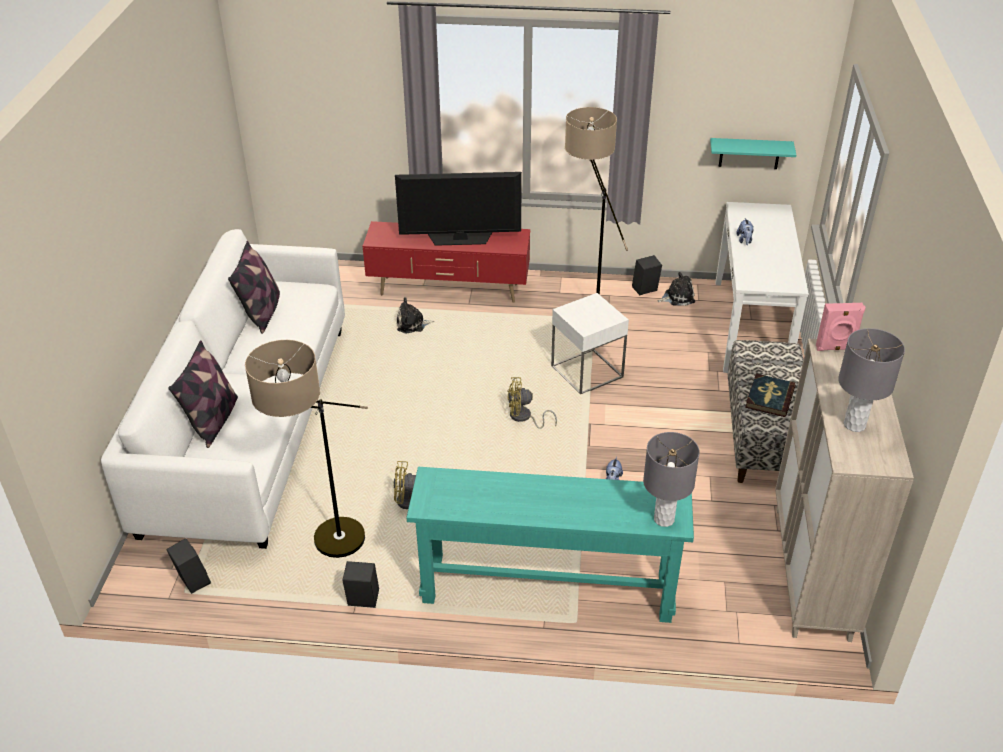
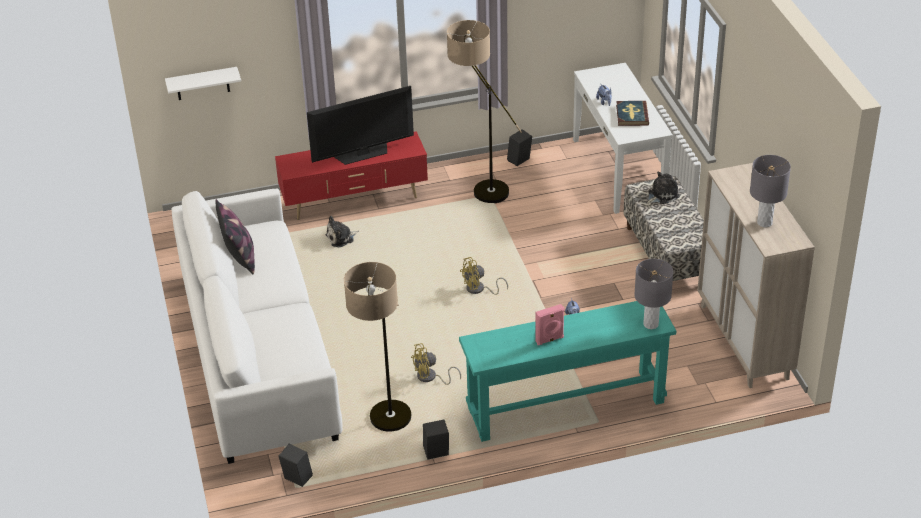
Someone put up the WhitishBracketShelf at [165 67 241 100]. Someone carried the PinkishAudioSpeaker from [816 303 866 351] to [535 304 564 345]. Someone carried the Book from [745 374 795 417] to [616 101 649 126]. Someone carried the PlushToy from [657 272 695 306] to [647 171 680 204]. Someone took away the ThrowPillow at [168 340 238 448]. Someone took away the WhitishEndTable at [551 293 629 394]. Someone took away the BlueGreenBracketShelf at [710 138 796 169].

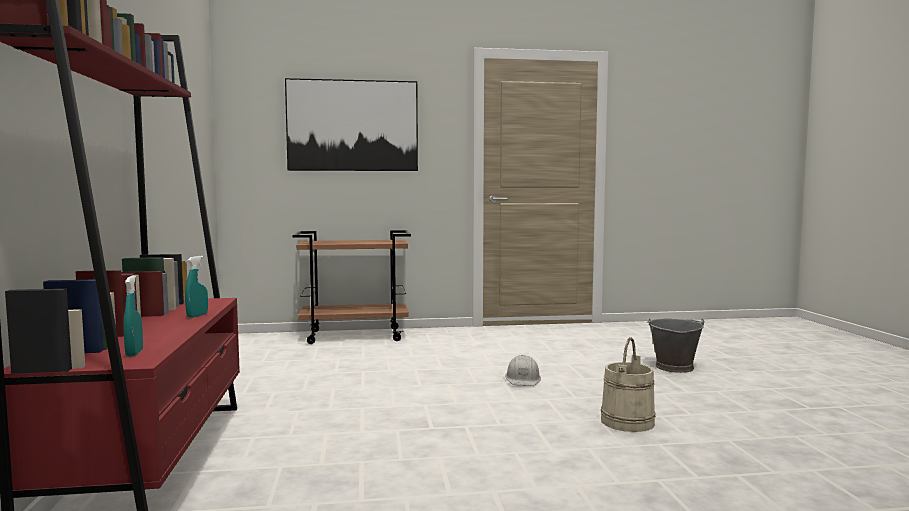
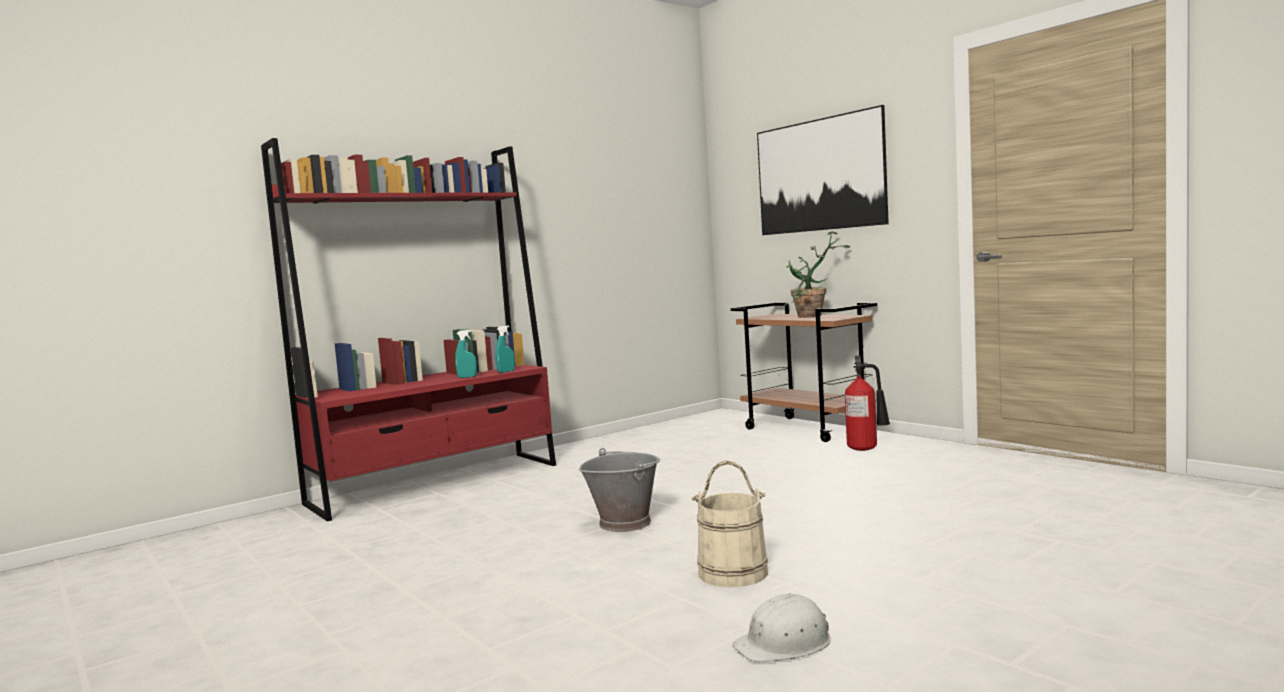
Someone carried the BlueGreenHandSprayer from [124 275 143 357] to [496 325 514 373]. Someone carried the GreyishPail from [647 319 705 373] to [579 448 660 532]. Someone carried the WhitishWorkHelmet from [505 355 541 386] to [733 593 831 662]. Someone put down the PottedPlant at [785 231 850 318]. Someone put down the FireFightingCylinder at [845 355 890 451].

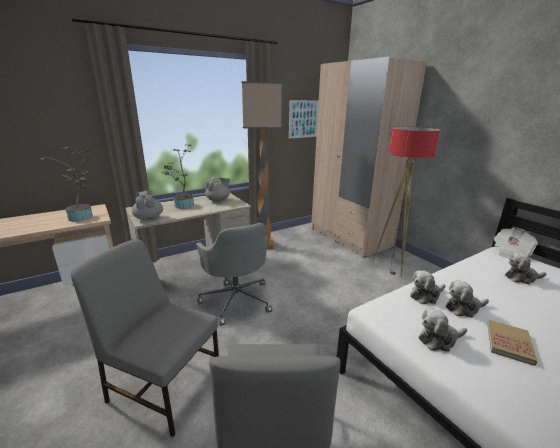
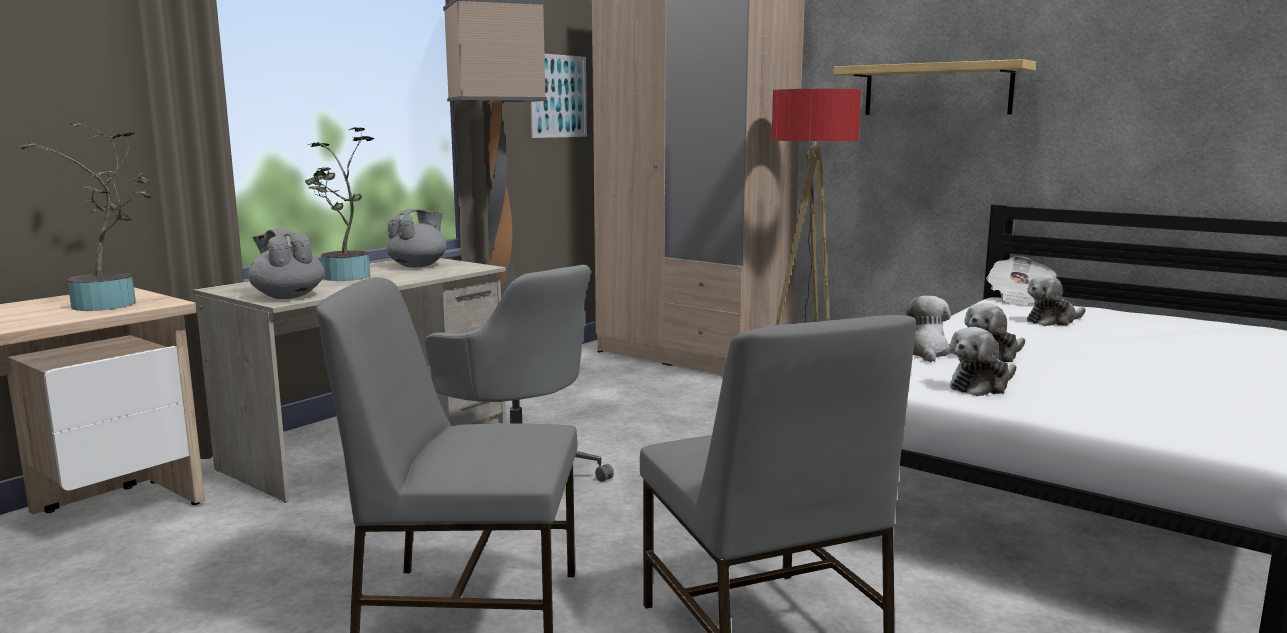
Someone put up the BracketShelf at [834 59 1036 115]. Someone rotated the PlushToy at [410 270 446 304] by 150 degrees clockwise. Someone took away the Book at [487 320 537 366].

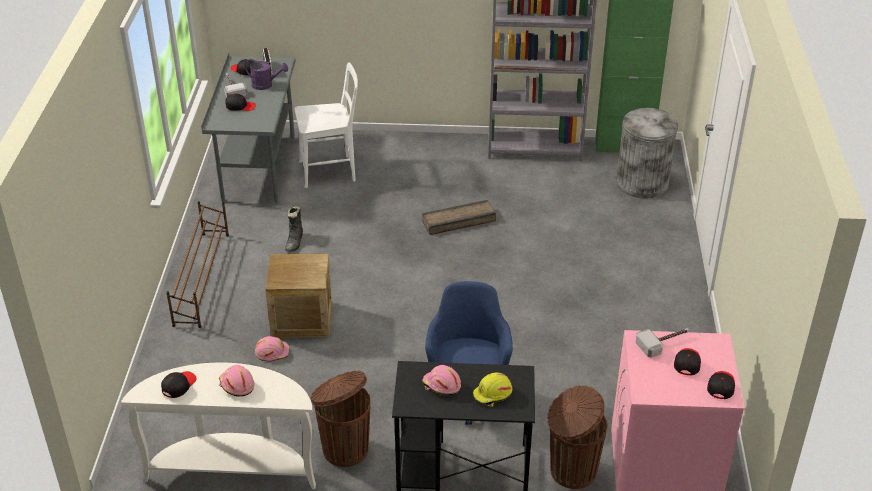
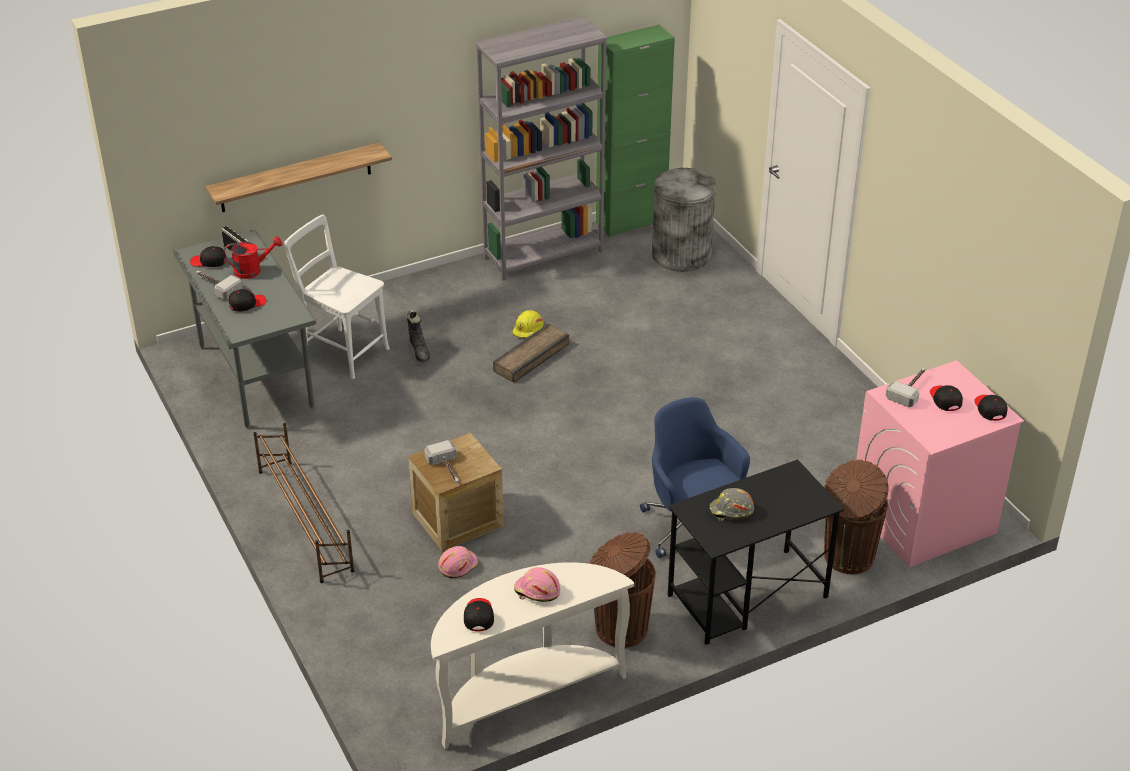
Someone put up the BracketShelf at [206 142 392 212]. Someone repainted the PurpleColouredSprinklingCan at [244 59 288 90], which became the ReddishSprinklingCan at [224 236 282 279]. Someone rotated the WhitishPlainChair at [294 62 358 188] by 105 degrees counterclockwise. Someone carried the BlackishBoot from [285 206 303 252] to [407 310 430 362]. Someone put down the ToolHammer at [424 440 459 483]. Someone carried the YellowishWorkHelmet from [473 373 513 407] to [512 310 544 338]. Someone repainted the PinkishWorkHelmet at [422 365 461 395], which became the GreyishWorkHelmet at [709 488 754 521].

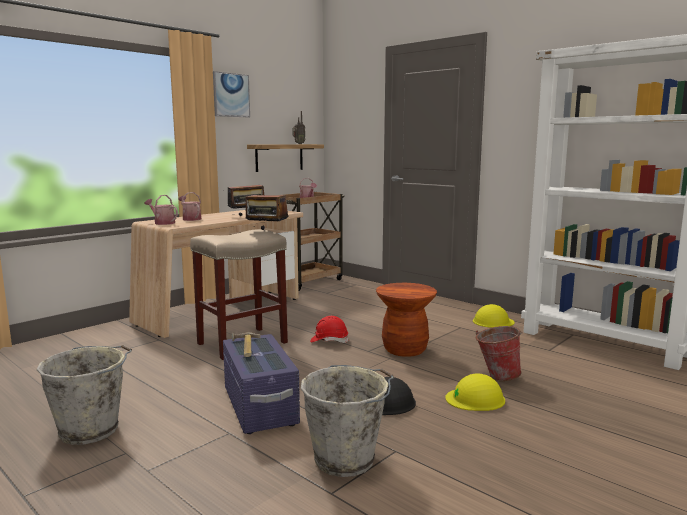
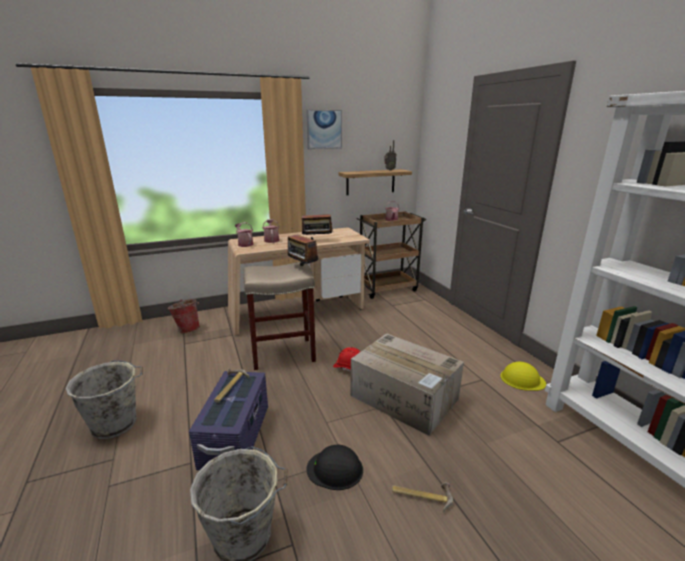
Someone carried the Pail from [476 326 523 381] to [167 299 200 333]. Someone swapped the BrownStoolSeat at [376 283 437 357] for the PackingBox at [350 333 464 436]. Someone swapped the YellowishWorkHelmet at [445 373 505 411] for the ToolHammer at [392 483 453 512].

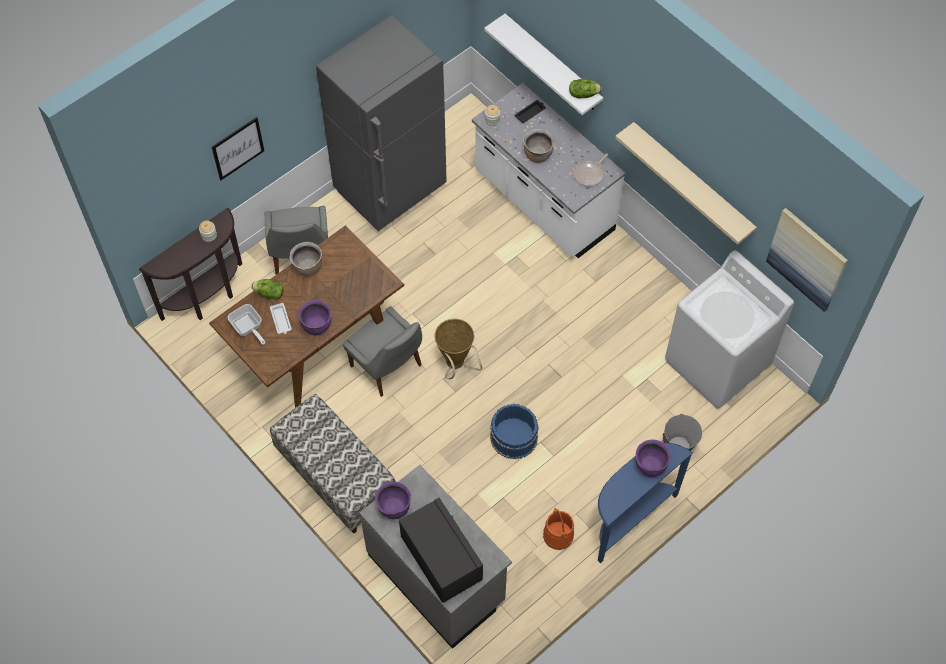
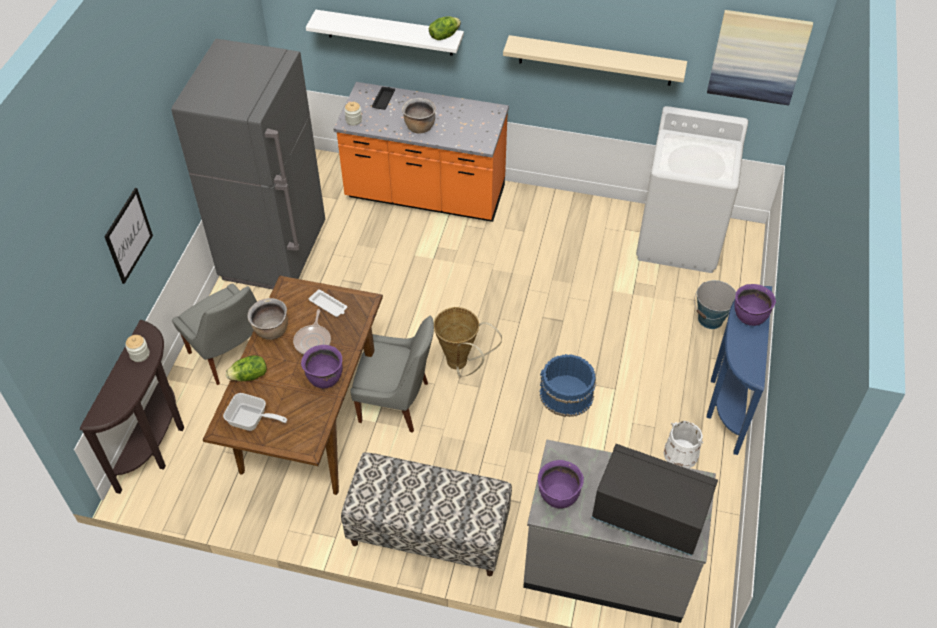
Someone carried the Pan from [574 153 608 186] to [293 309 331 354]. Someone carried the WhitishTray from [270 303 292 334] to [308 289 347 317]. Someone repainted the WhitishKitchenCounter at [472 83 626 258], which became the OrangeyKitchenCounter at [334 82 509 222]. Someone repainted the OrangeyPail at [543 508 574 550], which became the WhitishPail at [664 421 704 468].

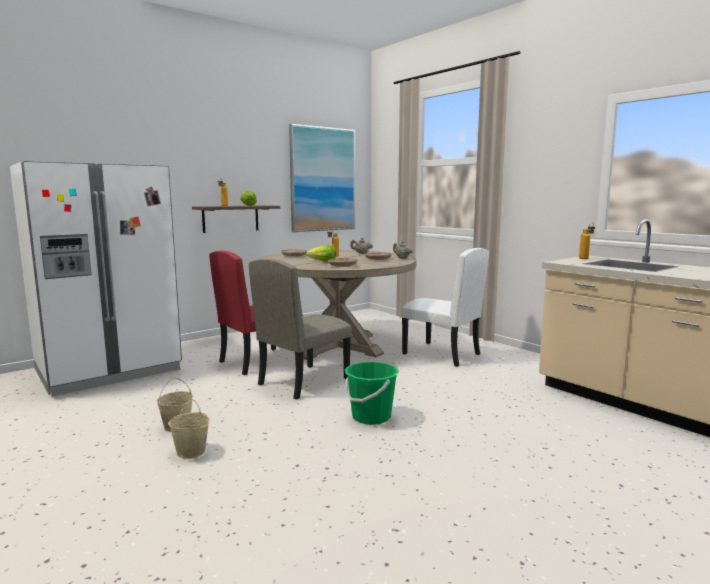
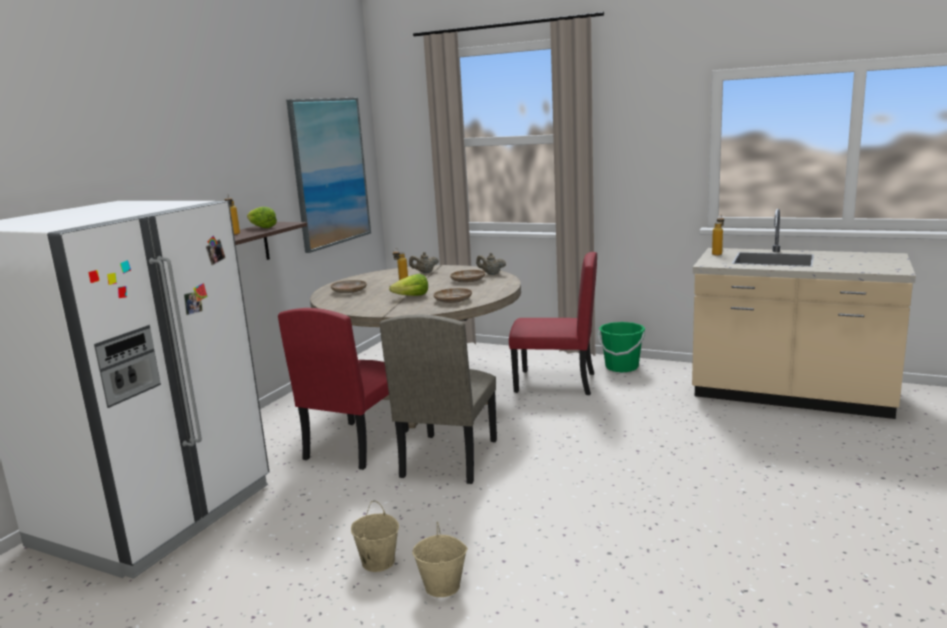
Someone repainted the WhitishPlainChair at [401 248 489 367], which became the ReddishPlainChair at [509 252 597 395]. Someone carried the GreenishPail from [345 362 399 425] to [598 322 645 372].

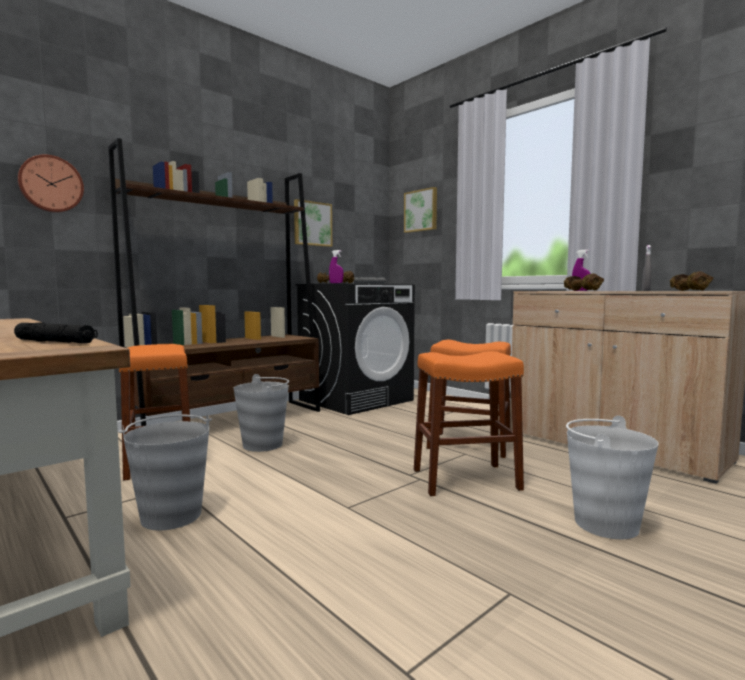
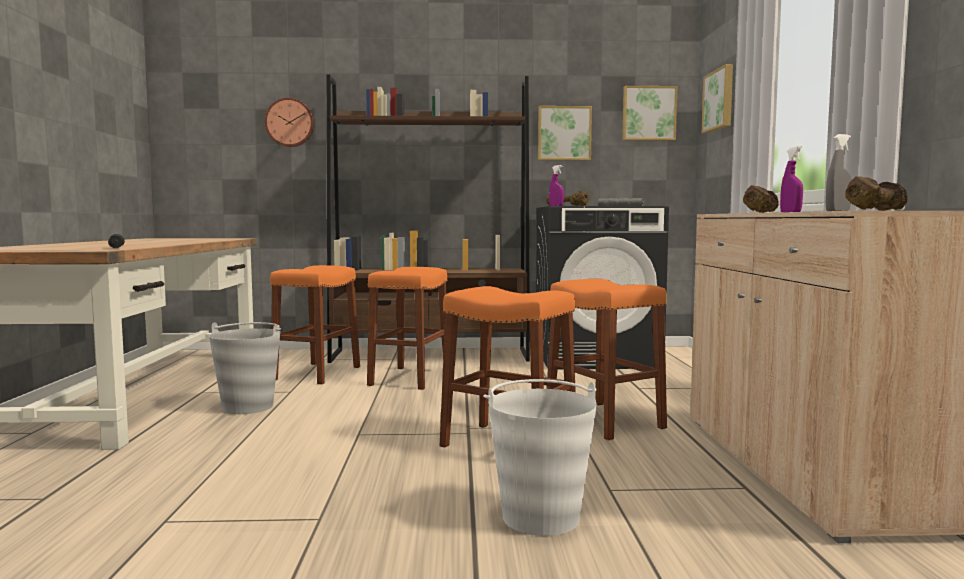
Someone swapped the GreyishPail at [233 374 289 452] for the OrangeyStoolSeat at [367 267 448 390]. Someone put up the WallPicture at [622 86 678 141].

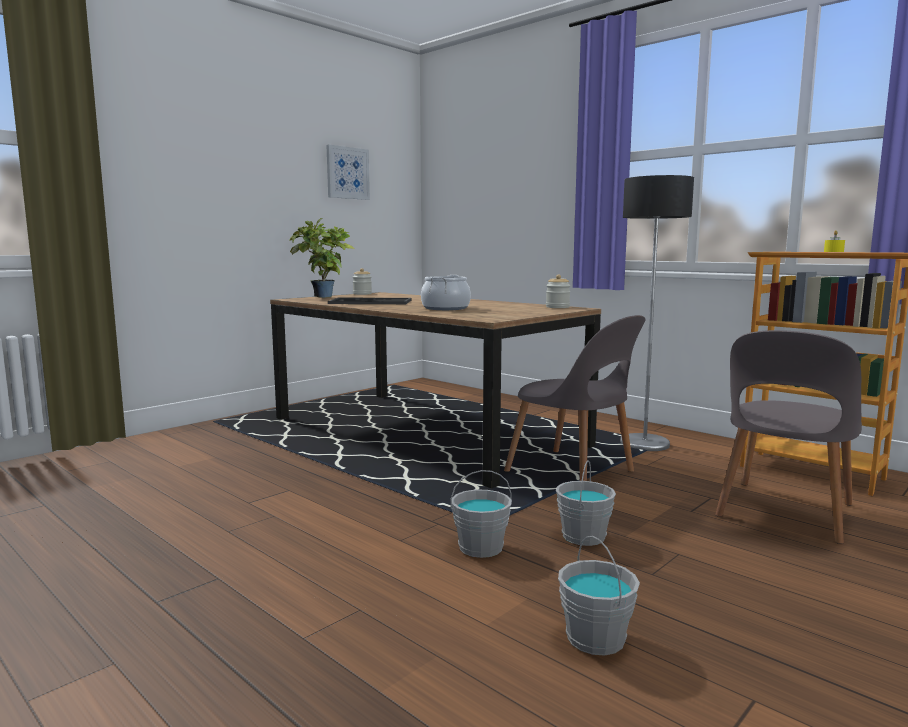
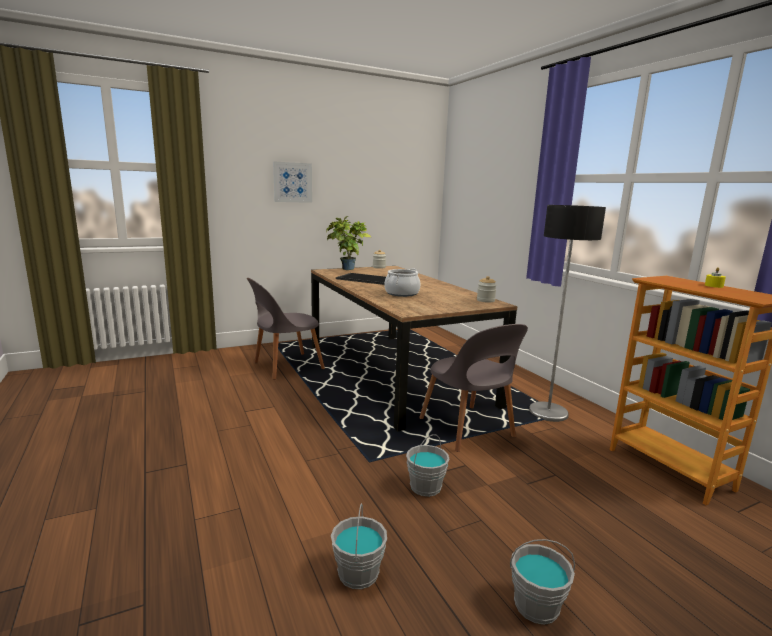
Someone carried the GreyishPlainChair from [715 330 862 544] to [247 278 325 380]. Someone carried the WallPicture from [326 145 370 200] to [273 162 312 203]. Someone carried the GreyishPail from [450 470 512 558] to [510 539 575 625].

